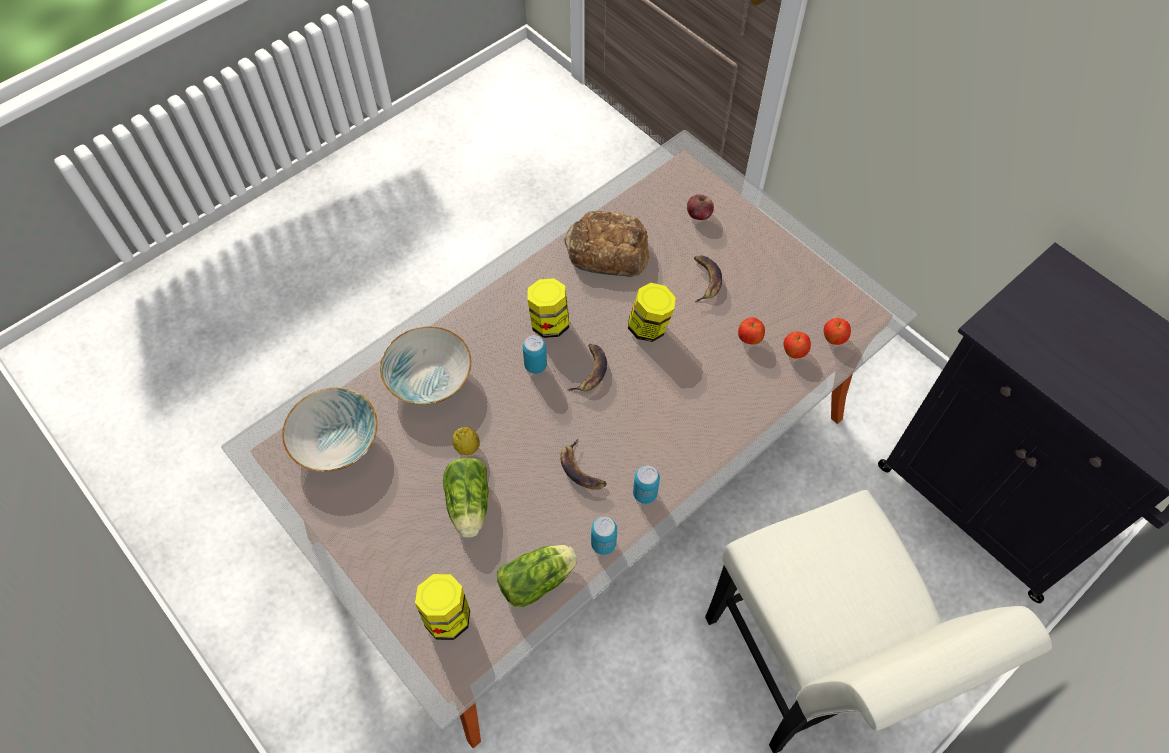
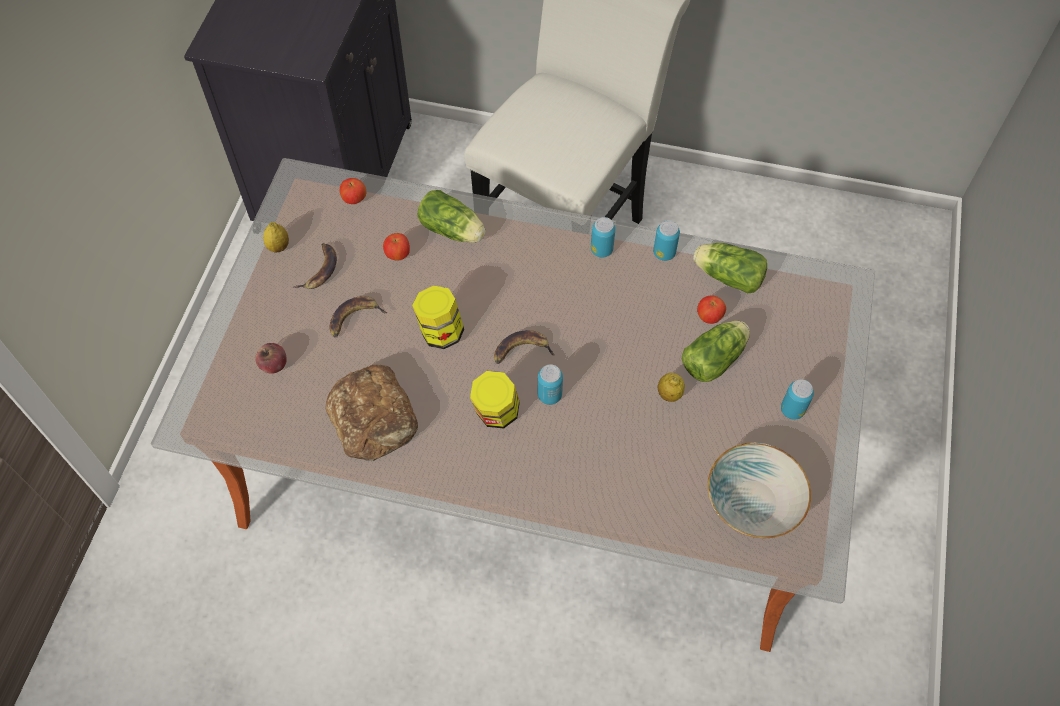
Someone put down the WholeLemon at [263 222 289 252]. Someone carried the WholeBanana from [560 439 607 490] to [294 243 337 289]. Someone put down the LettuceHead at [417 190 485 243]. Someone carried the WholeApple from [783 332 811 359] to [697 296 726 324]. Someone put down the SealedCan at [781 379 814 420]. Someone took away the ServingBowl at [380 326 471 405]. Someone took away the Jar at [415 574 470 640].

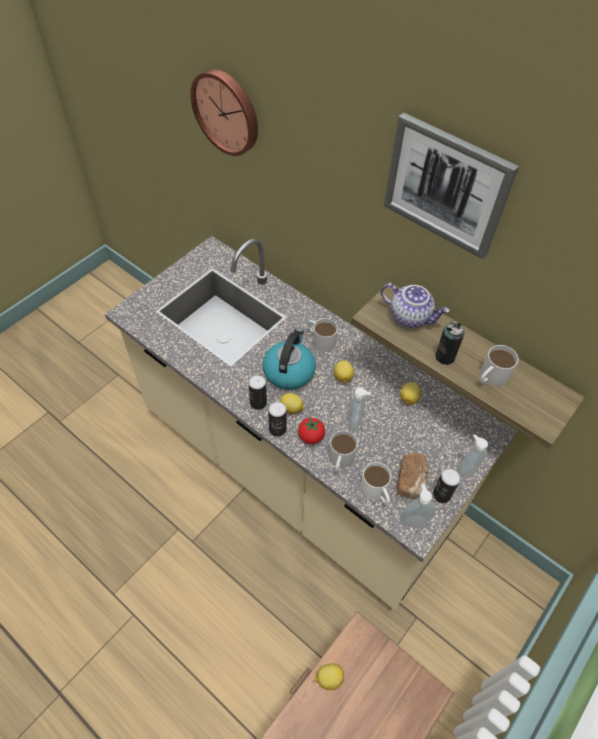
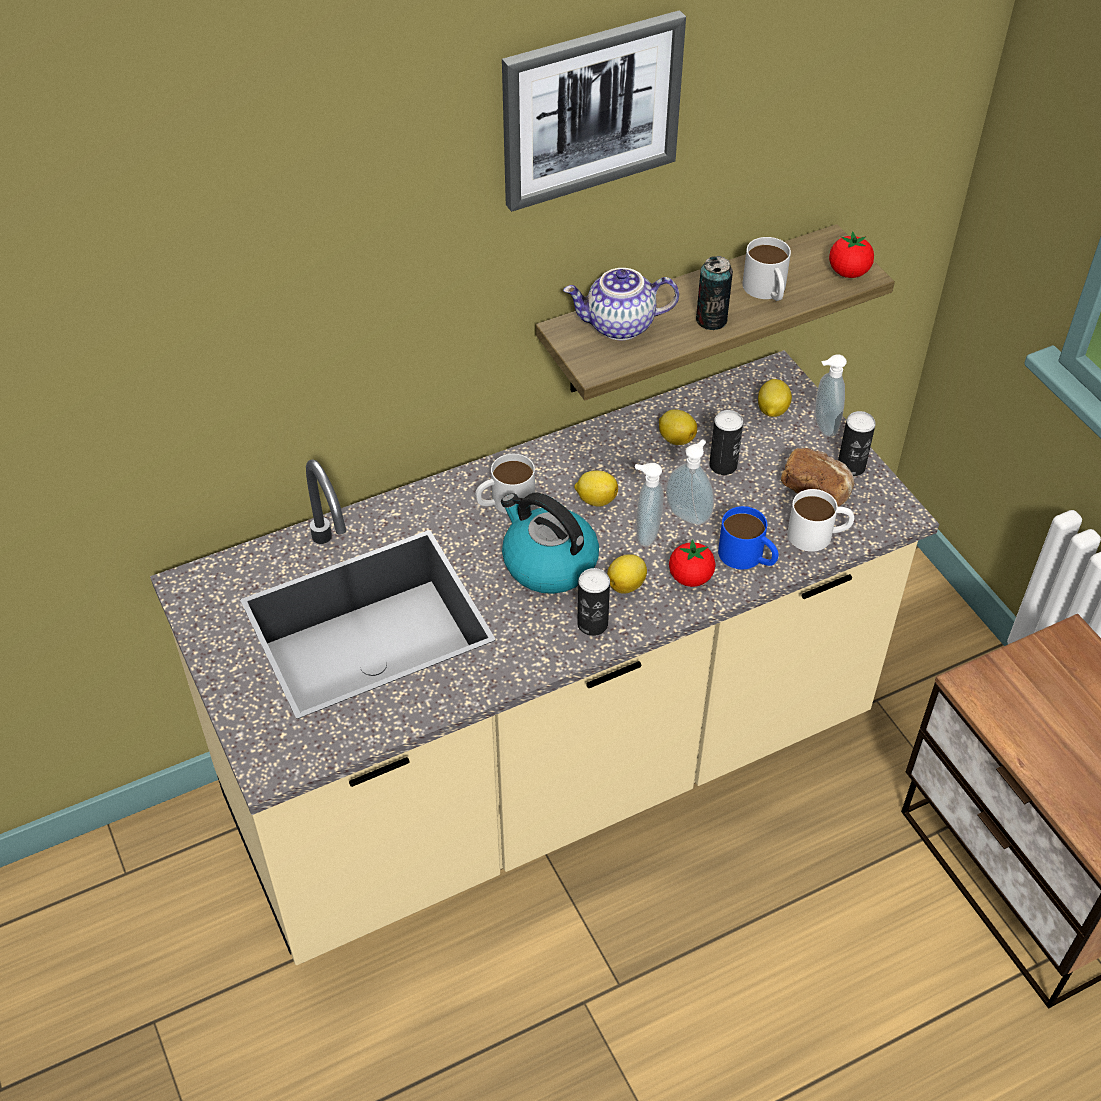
Someone rotated the TeaPot at [381 283 449 328] by 150 degrees counterclockwise. Someone carried the LiquidSoapBottle from [400 484 436 526] to [635 463 664 547]. Someone carried the SealedCan from [268 401 287 437] to [709 410 743 475]. Someone repainted the WhitishTeaMug at [329 431 358 473], which became the BluishTeaMug at [718 506 779 569]. Someone carried the WholeLemon from [315 663 344 690] to [758 379 792 417]. Someone put down the WholeTomato at [829 231 874 278]. Someone took away the ClockOnTheWall at [190 69 258 156].

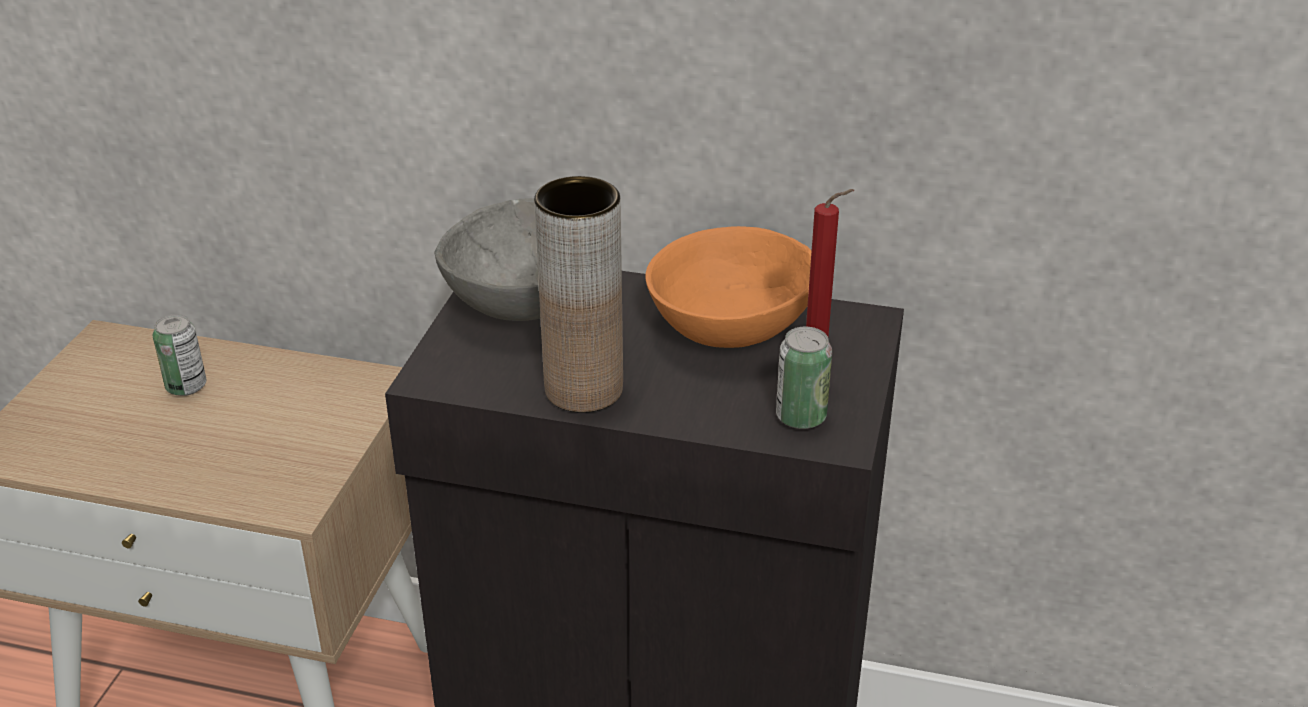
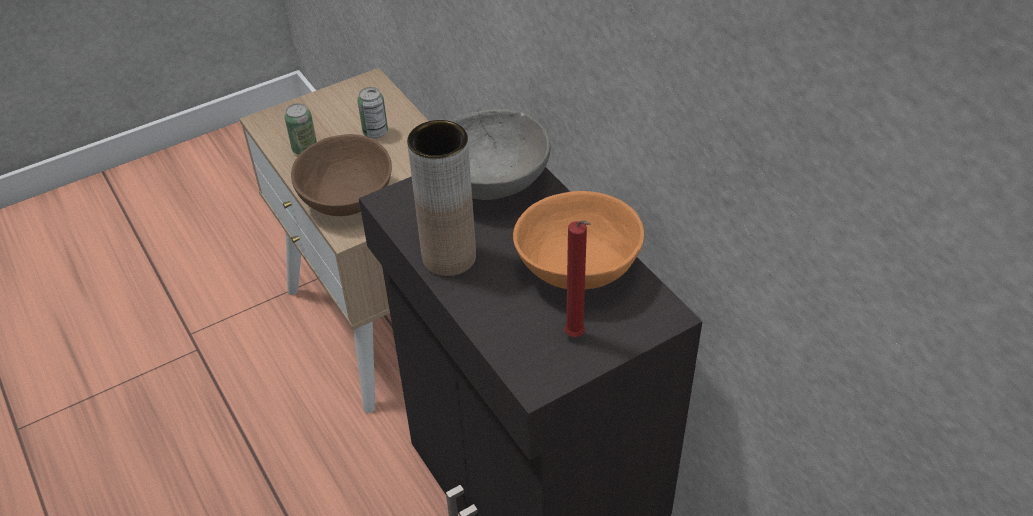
Someone carried the SealedCan from [776 327 832 429] to [284 103 317 155]. Someone put down the BrownServingBowl at [291 134 392 216].

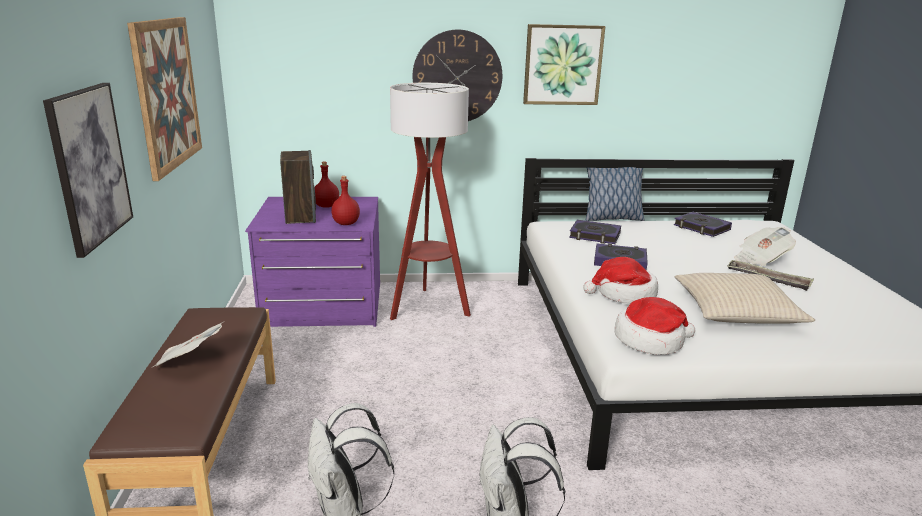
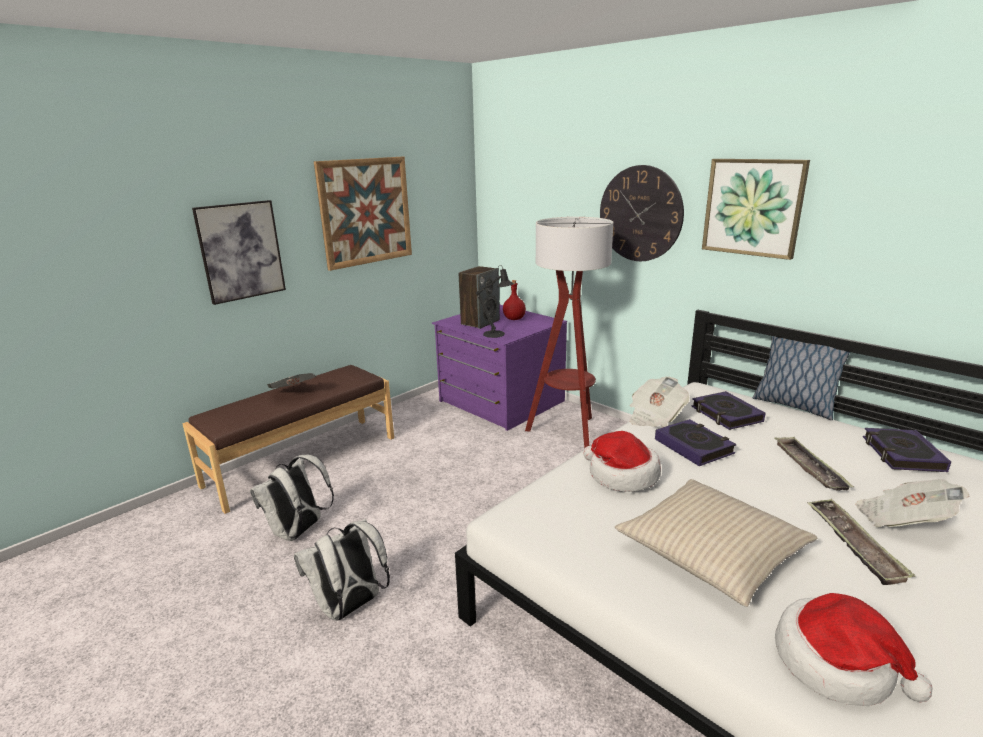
Someone swapped the ReddishDrinkBottle at [331 176 360 225] for the BlackishTabletopLamp at [476 265 514 338]. Someone put down the DailyPaper at [630 377 689 427]. Someone put down the Tray at [774 437 853 491]. Someone carried the Hat from [614 297 696 355] to [775 593 933 706].

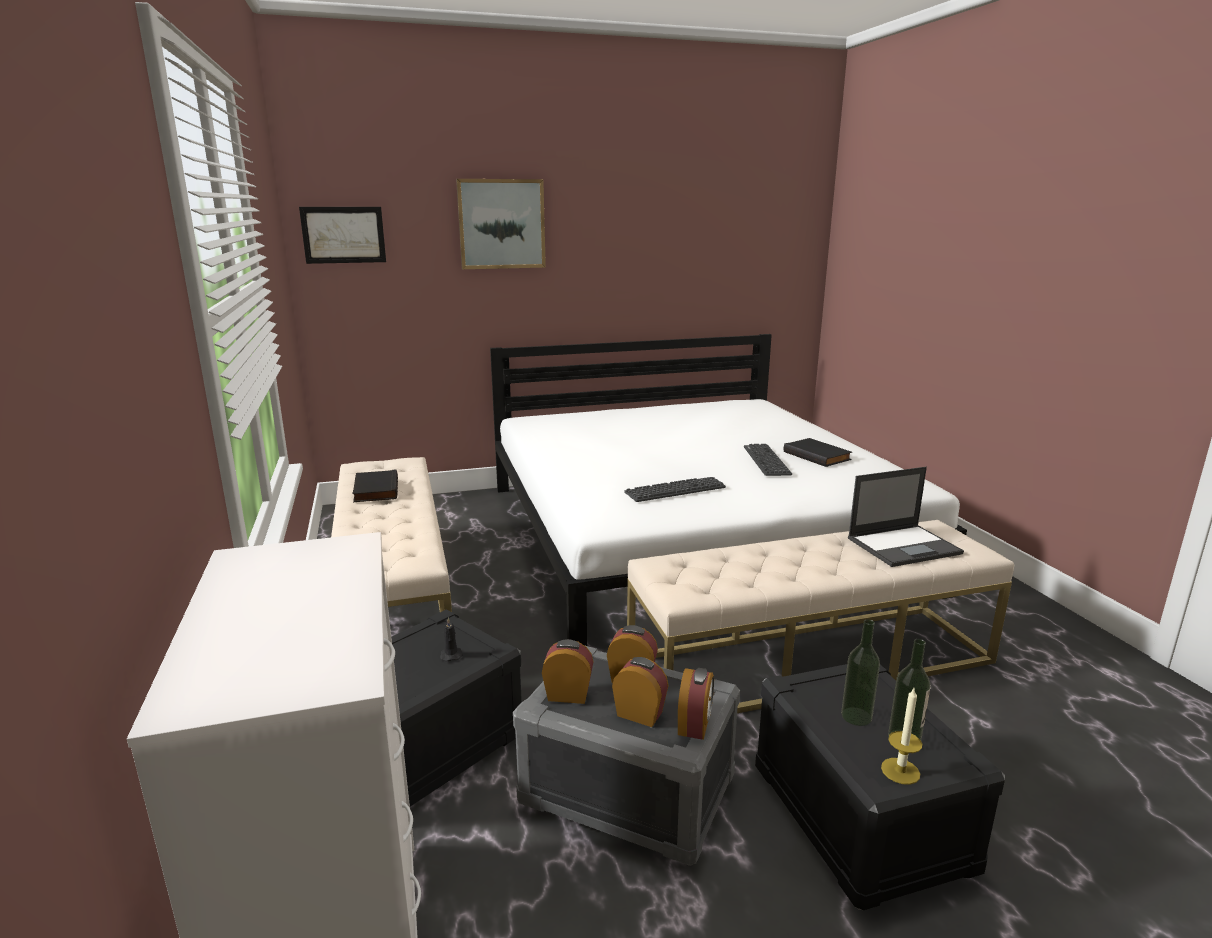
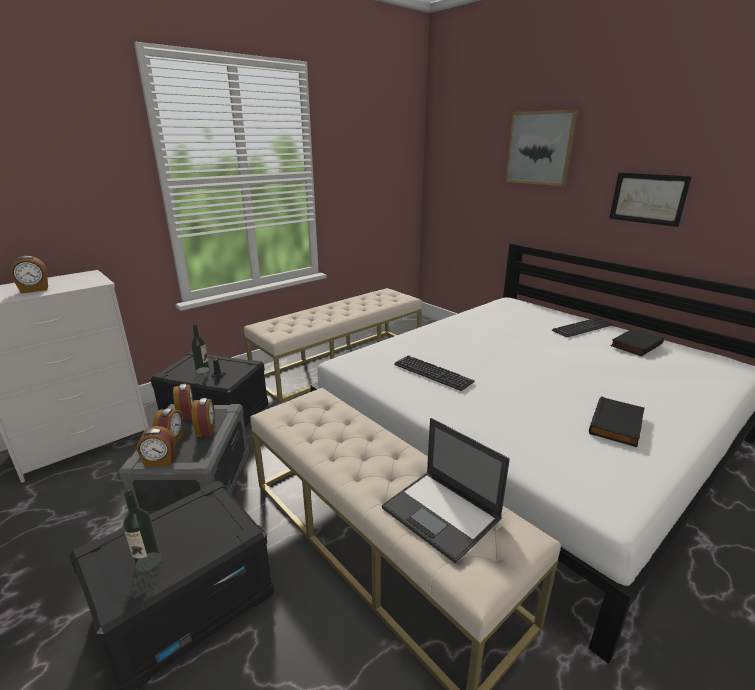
Someone put down the TableClock at [10 256 48 293]. Someone carried the DrinkBottle from [841 619 880 726] to [191 324 210 373]. Someone carried the ComputerKeyboard from [744 444 792 476] to [552 318 613 337]. Someone carried the WallPicture from [299 207 386 264] to [609 172 692 227]. Someone carried the BlackishBook from [352 469 398 502] to [610 329 664 356]. Someone took away the WaxCandle at [881 688 922 785].

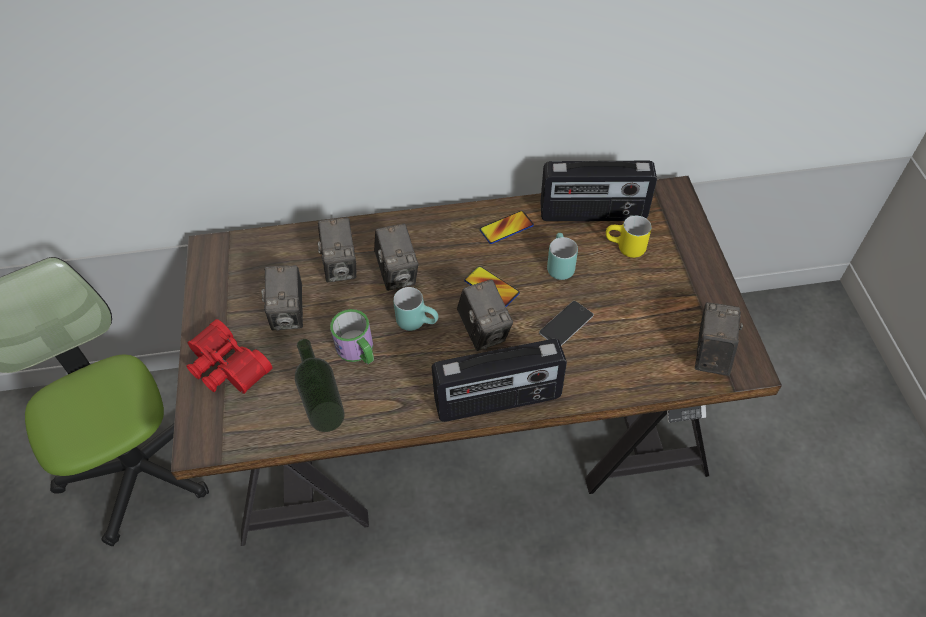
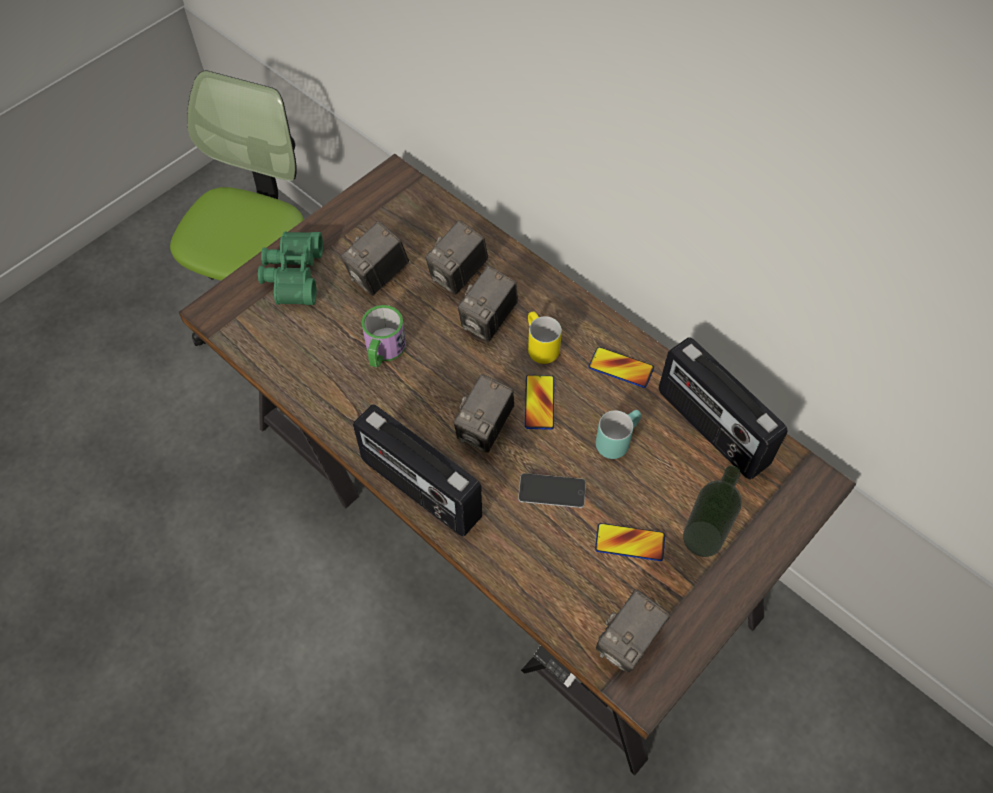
Someone repainted the ReddishBinoculars at [187 319 272 394], which became the GreenishBinoculars at [258 232 323 305]. Someone carried the YellowishTeaMug from [606 216 651 258] to [528 312 562 364]. Someone put down the Phone at [595 523 665 561]. Someone rotated the StillCamera at [695 302 743 376] by 150 degrees clockwise. Someone carried the DrinkBottle from [295 339 345 432] to [683 466 742 557]. Someone took away the BlueGreenTeaMug at [393 287 438 331].

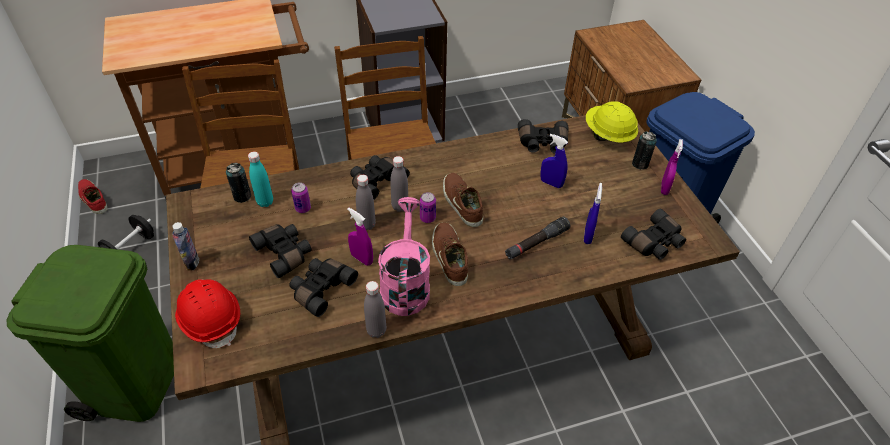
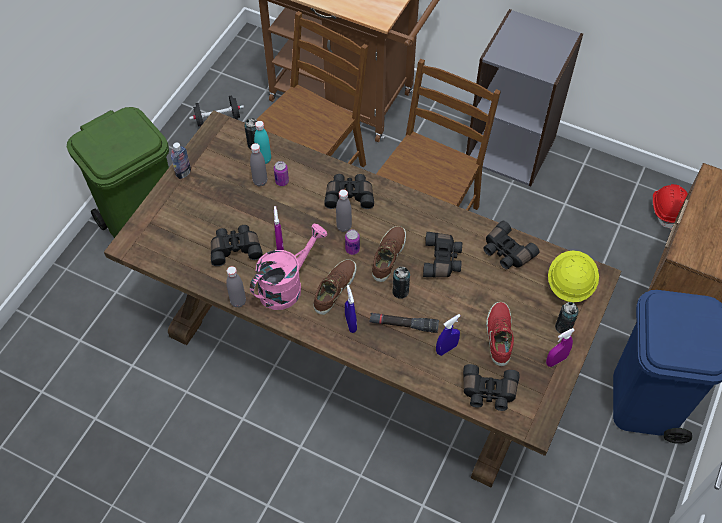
Someone carried the GreyishDrinkBottle from [356 175 376 230] to [250 143 267 187]. Someone carried the BluishHandSprayer from [541 134 568 188] to [345 285 357 333]. Someone put down the SealedCan at [392 267 410 299]. Someone carried the BlackishBinoculars from [249 224 312 278] to [423 232 462 277]. Someone carried the ReddishShoe from [78 179 108 214] to [486 302 514 366]. Someone carried the ReddishWorkHelmet from [175 279 240 348] to [653 184 688 230].

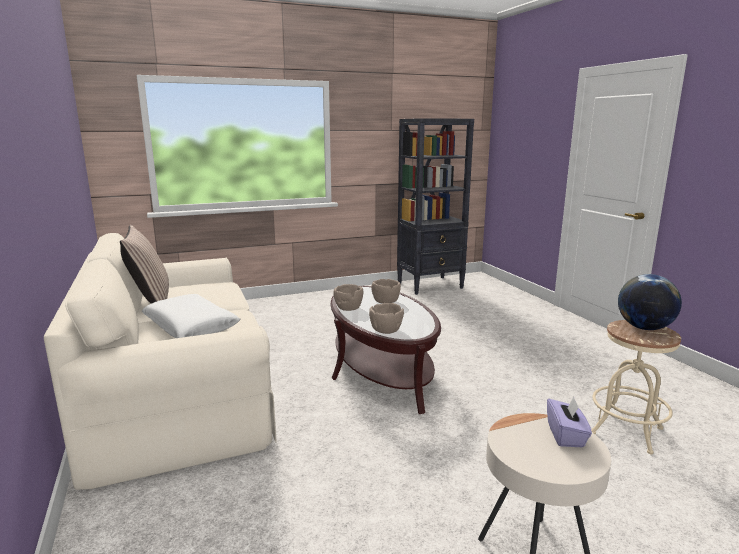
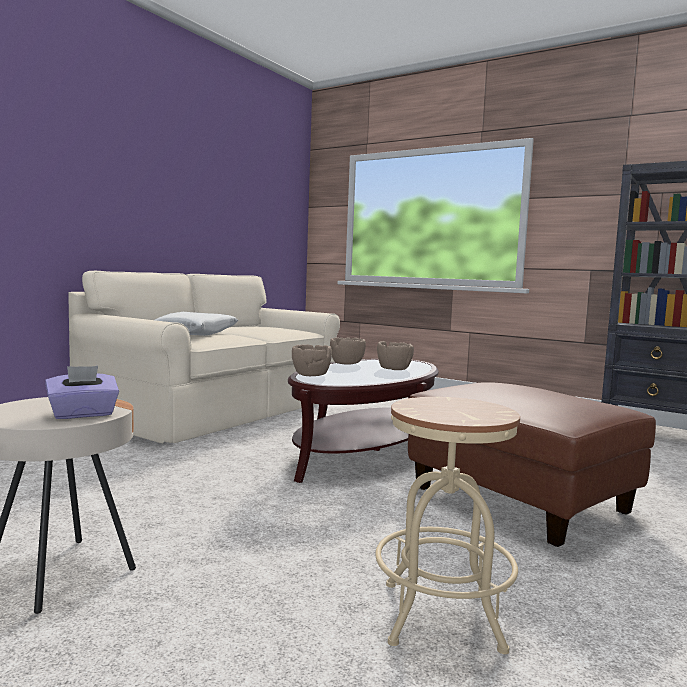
Someone put down the BrownOttoman at [408 382 656 547]. Someone took away the ThrowPillow at [120 225 169 303]. Someone took away the Globe at [618 274 682 330].

